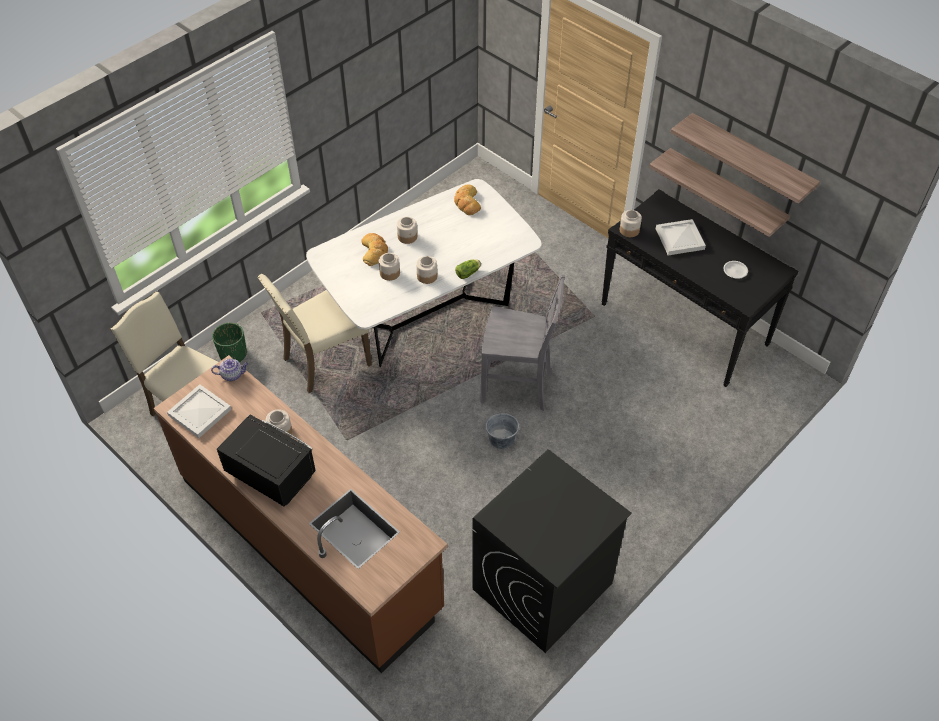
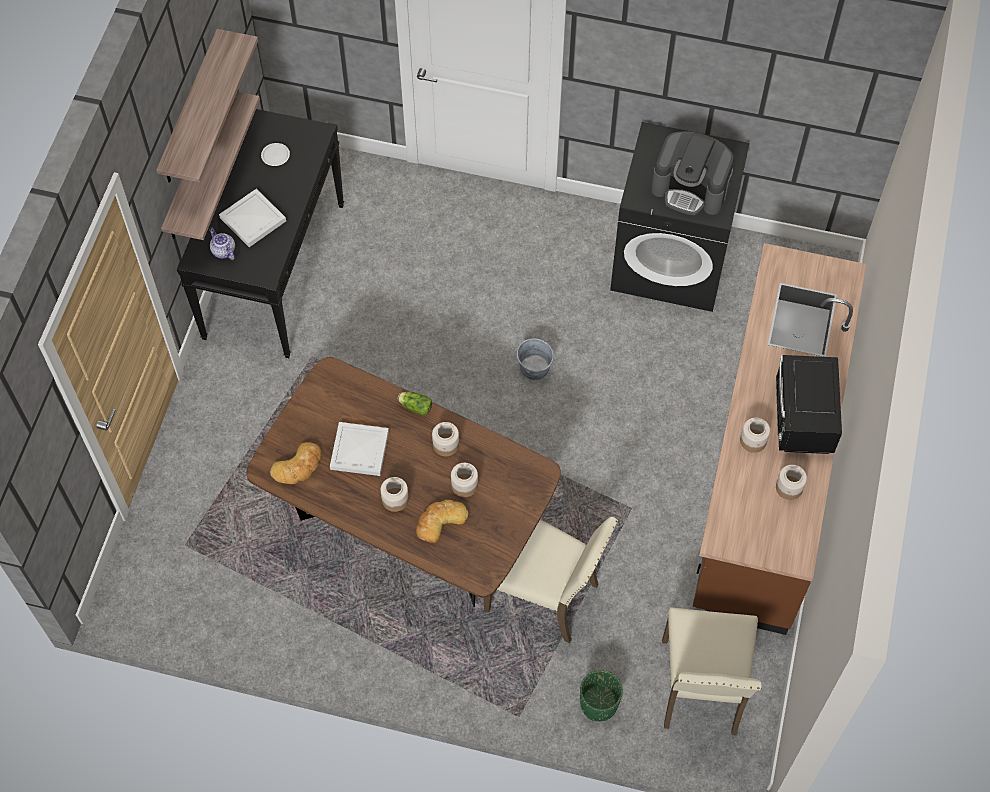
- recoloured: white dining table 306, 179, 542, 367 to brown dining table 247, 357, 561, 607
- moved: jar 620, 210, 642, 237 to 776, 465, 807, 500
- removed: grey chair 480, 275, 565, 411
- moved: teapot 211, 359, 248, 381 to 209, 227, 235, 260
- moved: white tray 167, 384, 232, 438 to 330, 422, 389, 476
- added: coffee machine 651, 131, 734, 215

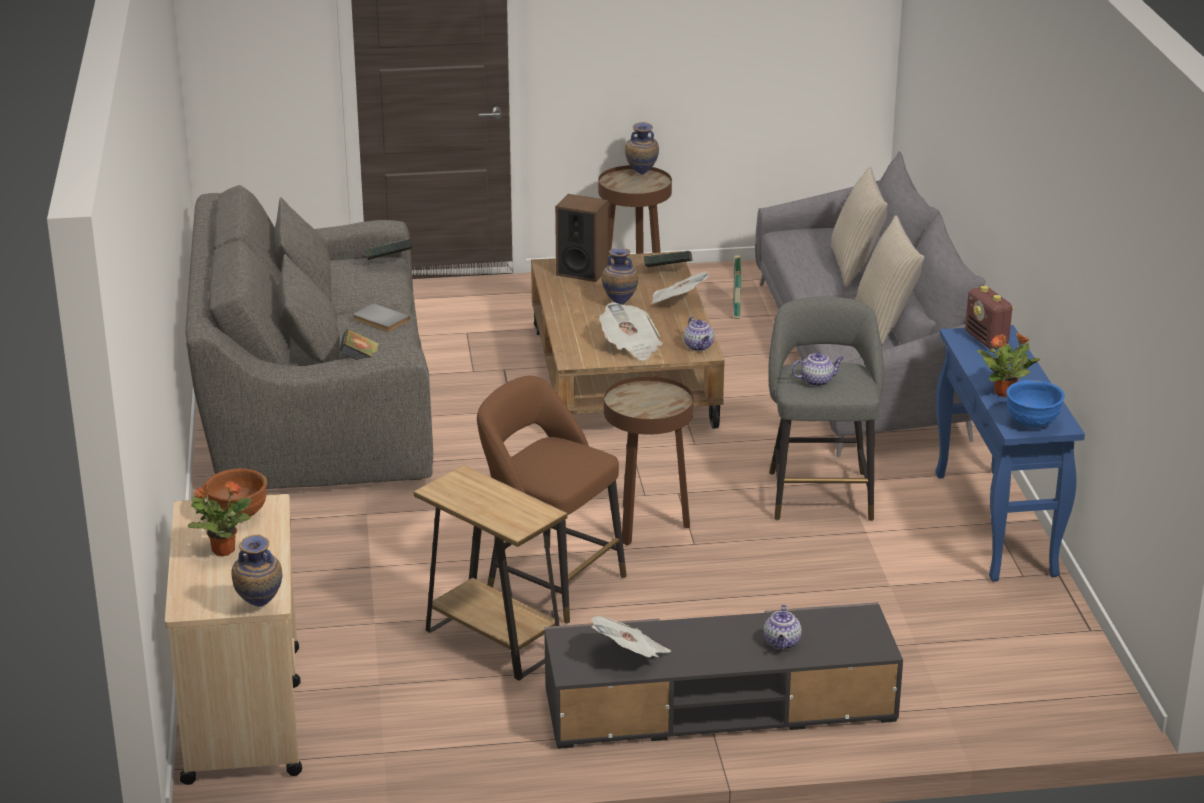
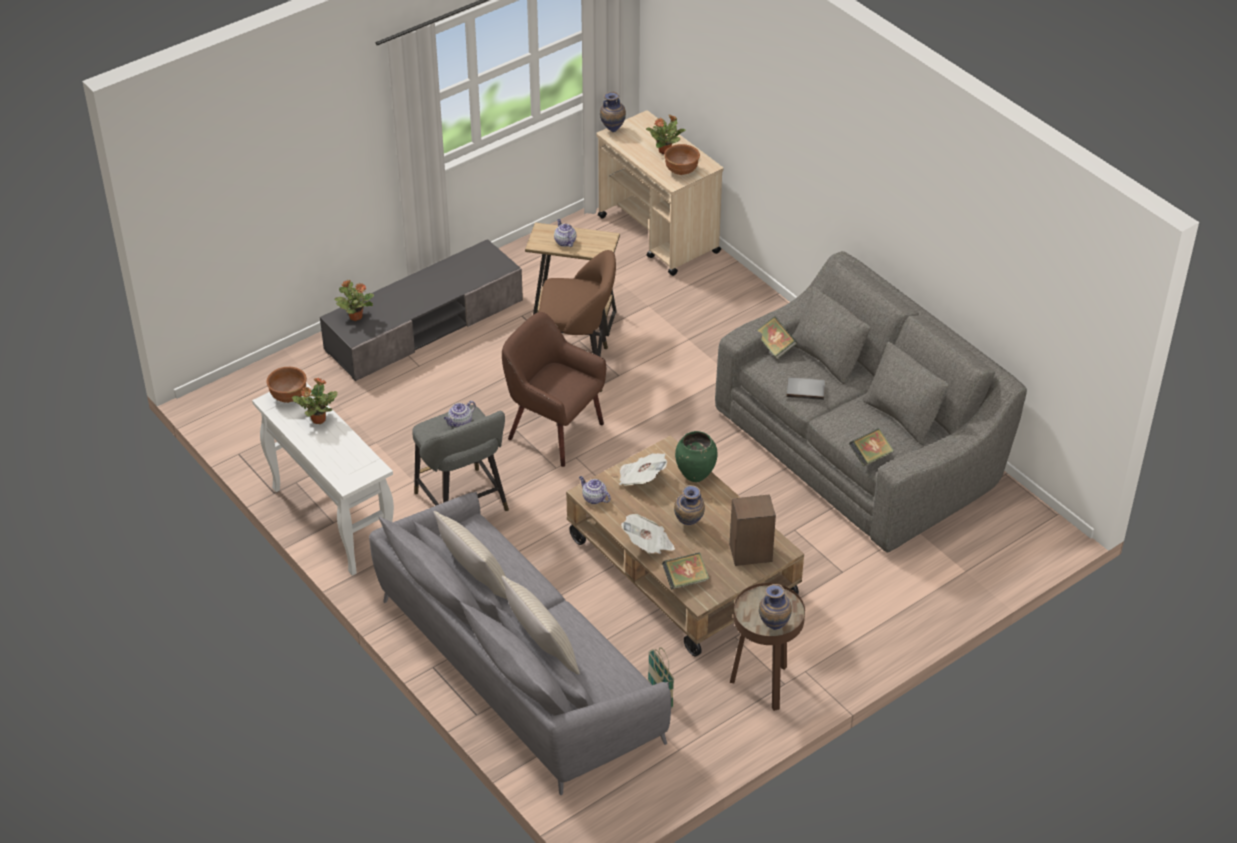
- removed: radio 965, 286, 1015, 349
- recoloured: blue console table 935, 325, 1085, 582 to white console table 252, 383, 394, 576
- replaced: brown side table 604, 376, 694, 545 to brown armchair 502, 312, 606, 467
- recoloured: blue bowl 1006, 380, 1065, 428 to brown bowl 266, 367, 307, 403
- moved: teapot 764, 604, 802, 650 to 554, 219, 576, 247
- removed: newspaper 591, 616, 671, 658
- added: potted plant 334, 280, 374, 321
- added: green vase 675, 431, 718, 482

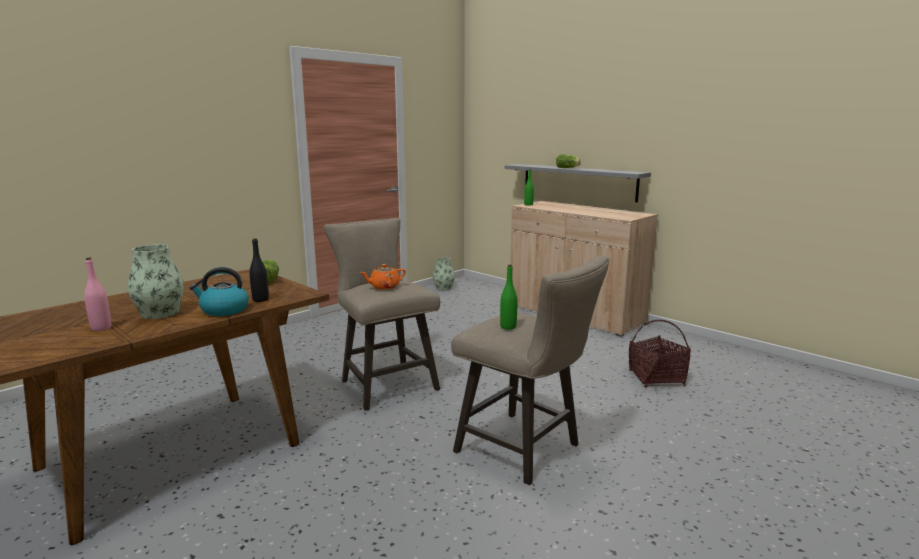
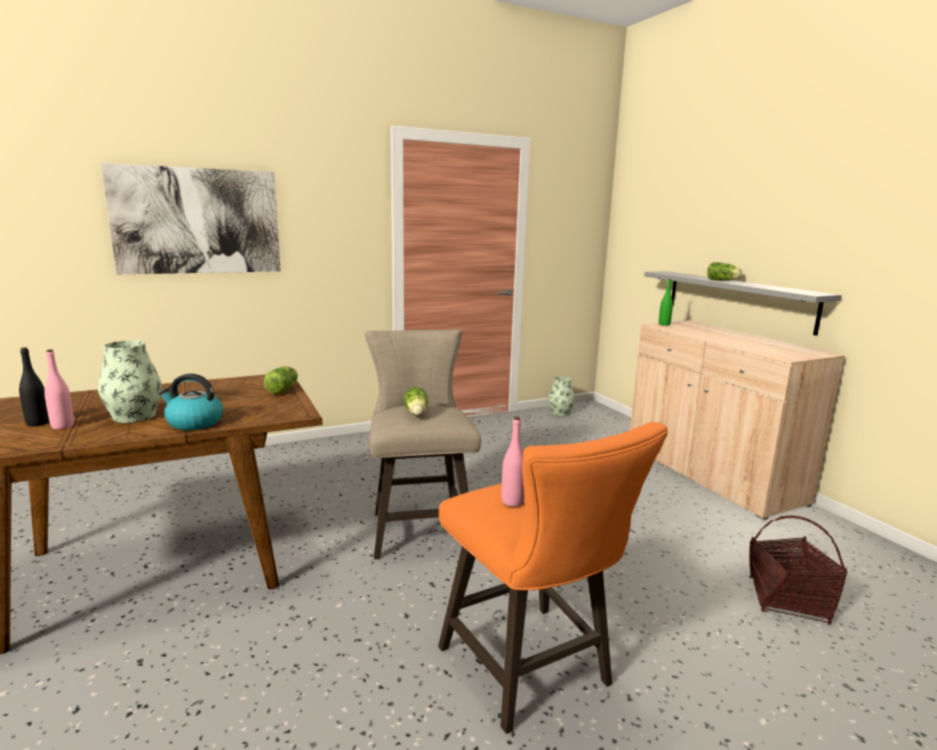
- moved: black bottle 250, 238, 269, 302 to 19, 347, 49, 426
- recoloured: beige stool 451, 255, 609, 485 to orange stool 438, 422, 668, 734
- replaced: orange teapot 360, 264, 406, 290 to lettuce 404, 387, 428, 416
- recoloured: green bottle 500, 264, 517, 330 to pink bottle 502, 416, 525, 507
- added: picture 101, 163, 281, 274

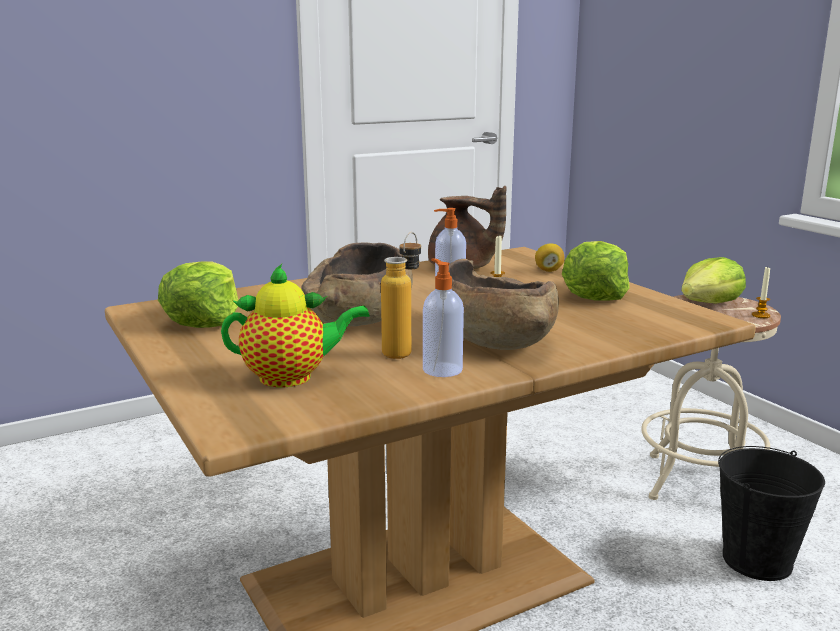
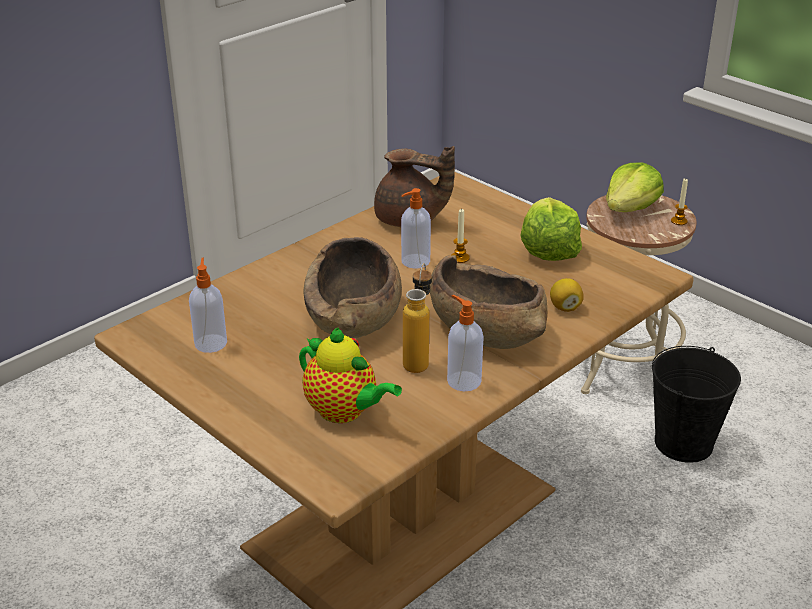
- moved: lemon 535, 243, 565, 272 to 550, 278, 584, 312
- replaced: lettuce 158, 261, 238, 328 to soap dispenser 189, 258, 227, 353
- turned: teapot 221, 264, 370, 387 = 299, 327, 402, 423 60 degrees clockwise

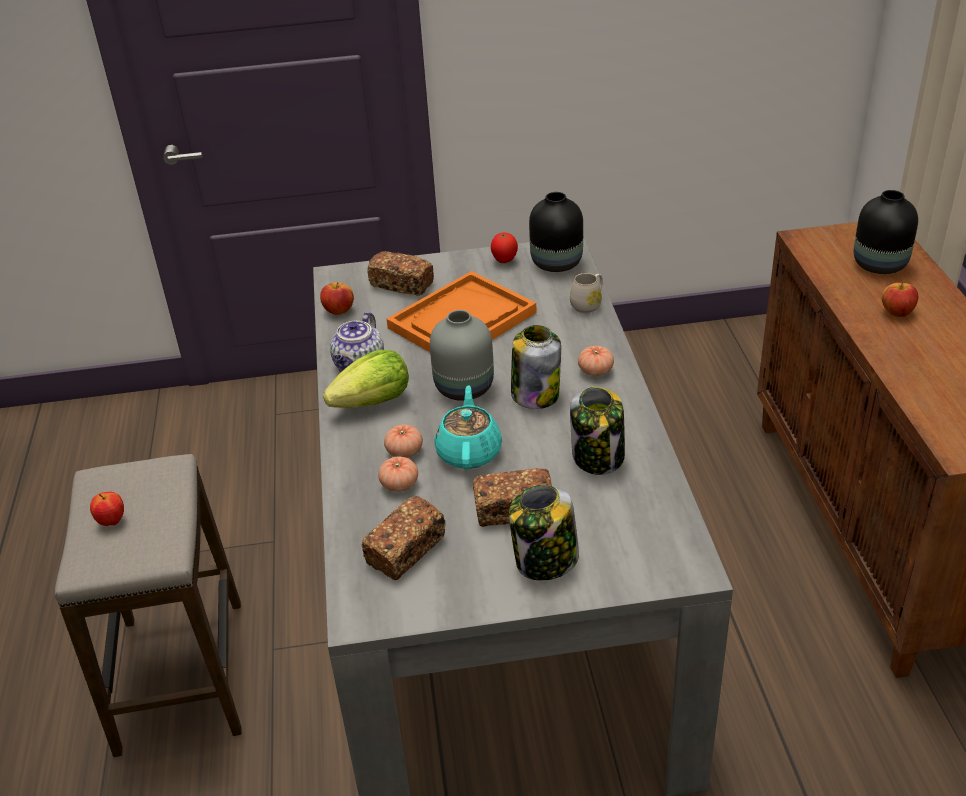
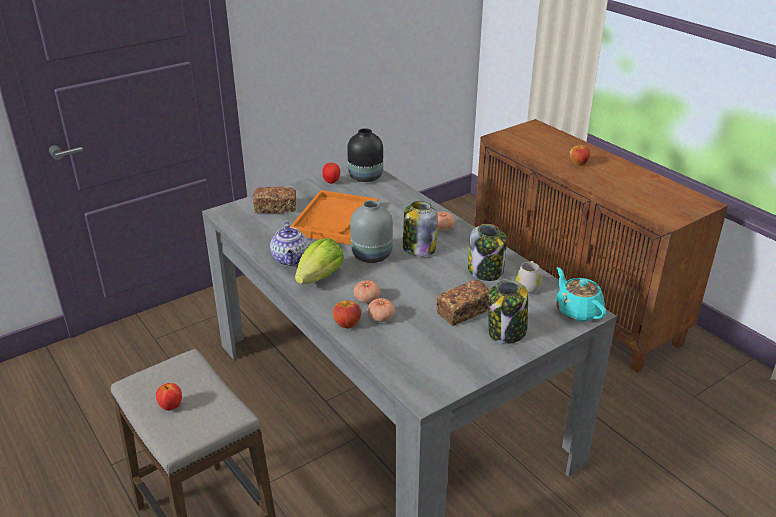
- removed: black vase 854, 190, 918, 274
- moved: white mug 570, 273, 603, 313 to 516, 261, 541, 294
- moved: apple 320, 282, 354, 315 to 333, 300, 361, 328
- moved: turquoise teapot 434, 385, 502, 470 to 556, 267, 606, 322
- removed: bread 362, 496, 446, 580

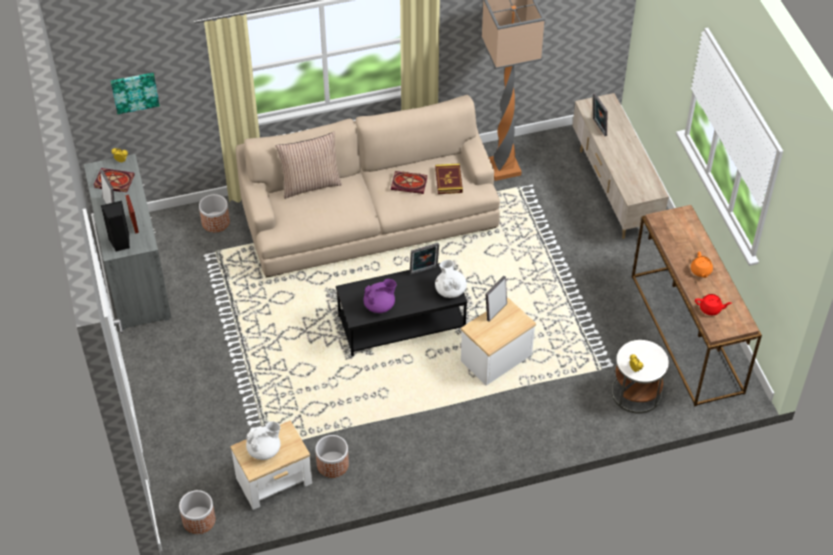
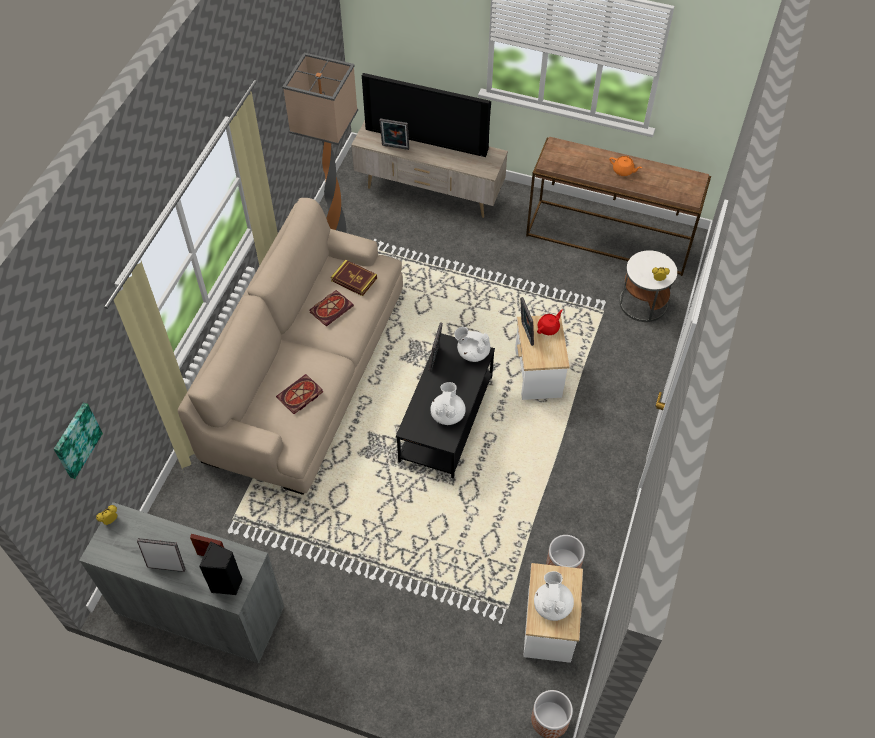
- removed: pillow 276, 132, 342, 199
- moved: book 94, 168, 135, 192 to 276, 374, 323, 414
- removed: planter 199, 194, 230, 232
- recoloured: purple teapot 363, 279, 397, 313 to white teapot 430, 382, 466, 425
- moved: red teapot 695, 294, 732, 315 to 537, 310, 563, 335
- added: television 362, 73, 491, 157

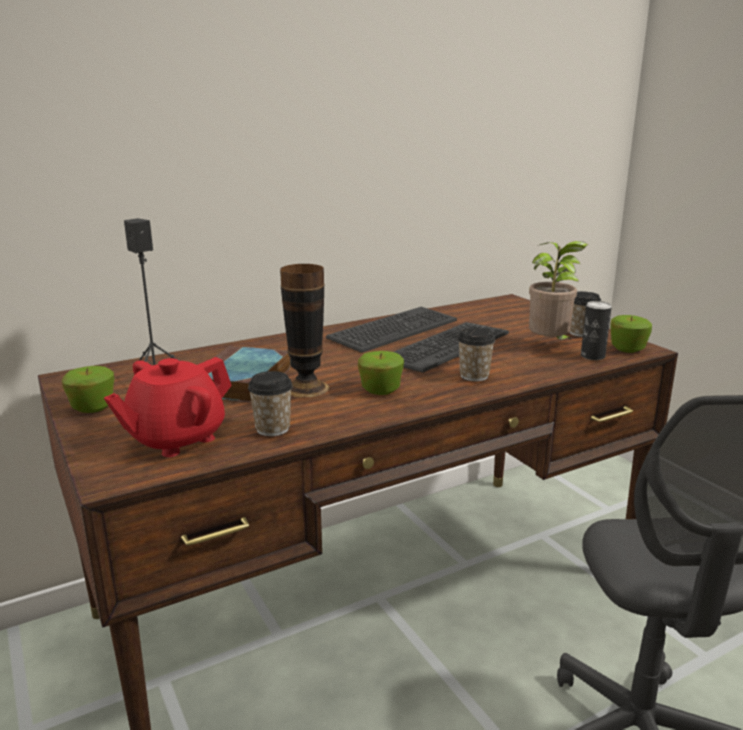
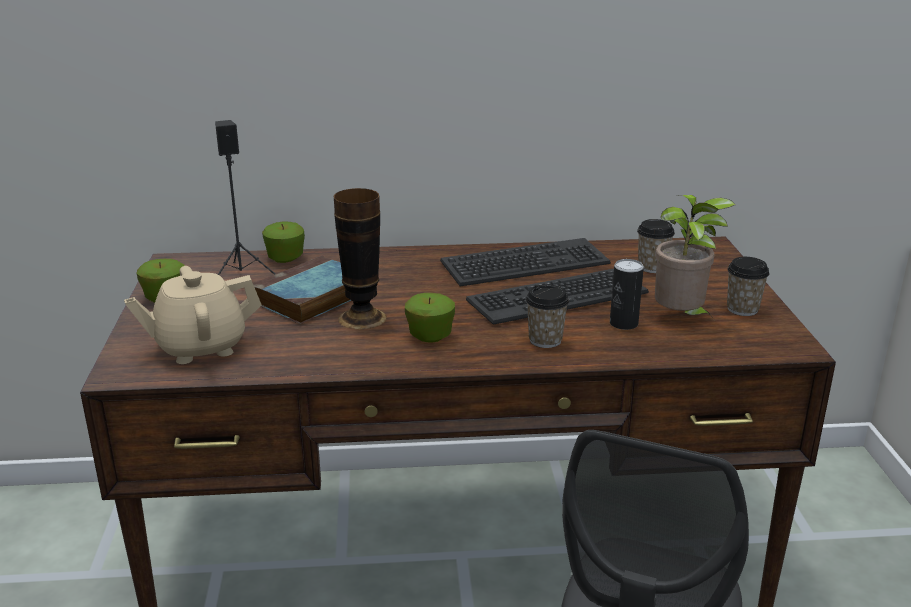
- moved: can 581, 301, 612, 360 to 610, 259, 644, 330
- moved: apple 610, 315, 652, 353 to 262, 221, 305, 263
- recoloured: red teapot 104, 357, 232, 457 to beige teapot 124, 266, 262, 364
- moved: cup 248, 371, 293, 436 to 637, 219, 675, 273

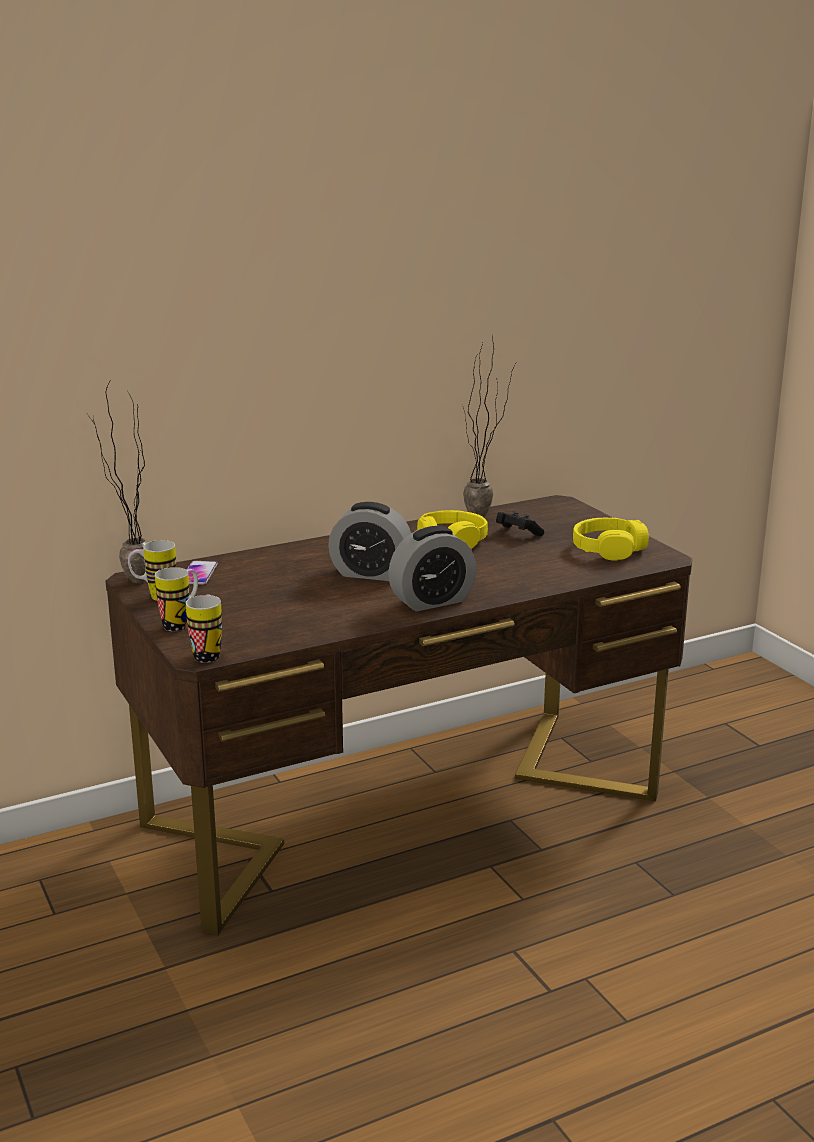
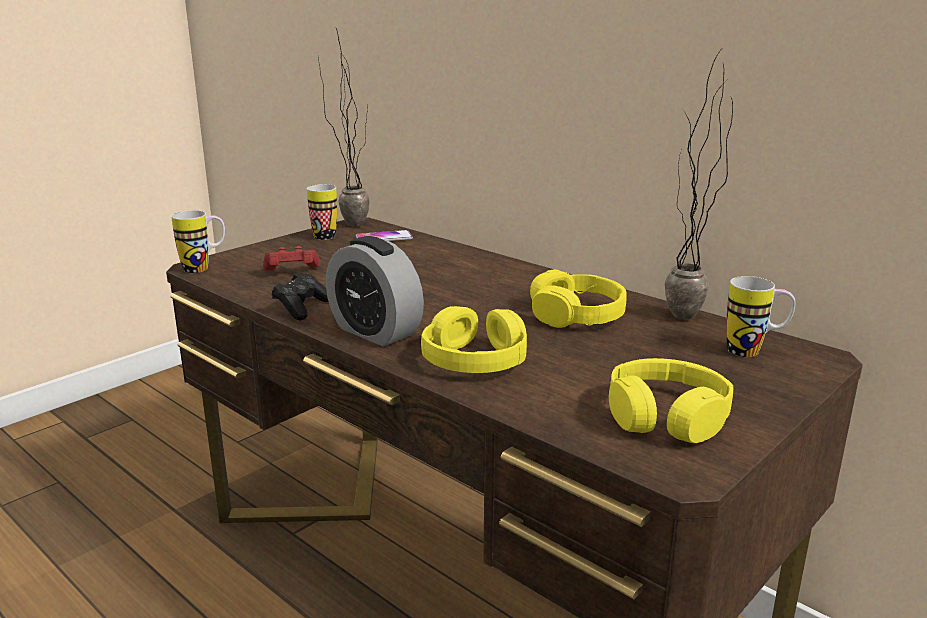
- removed: alarm clock 328, 502, 411, 581
- moved: black game controller 496, 511, 545, 536 to 272, 272, 329, 320
- moved: mug 155, 567, 198, 631 to 726, 276, 796, 357
- added: red game controller 263, 246, 320, 271
- added: yellow headphones 421, 306, 527, 373

